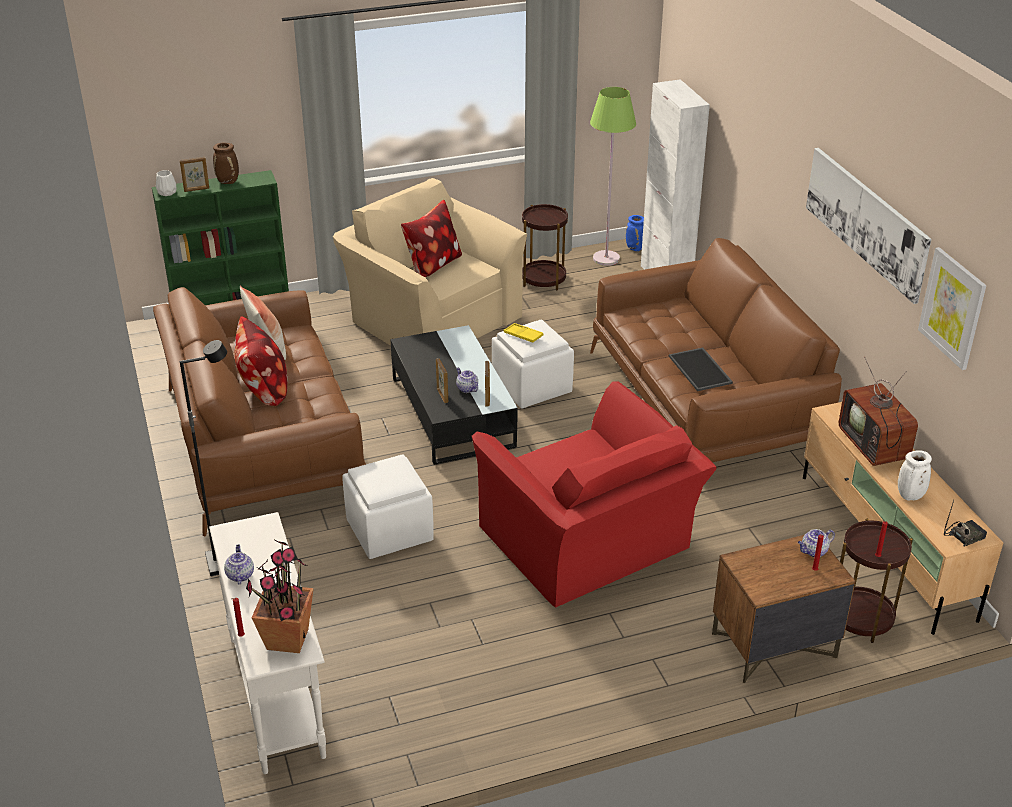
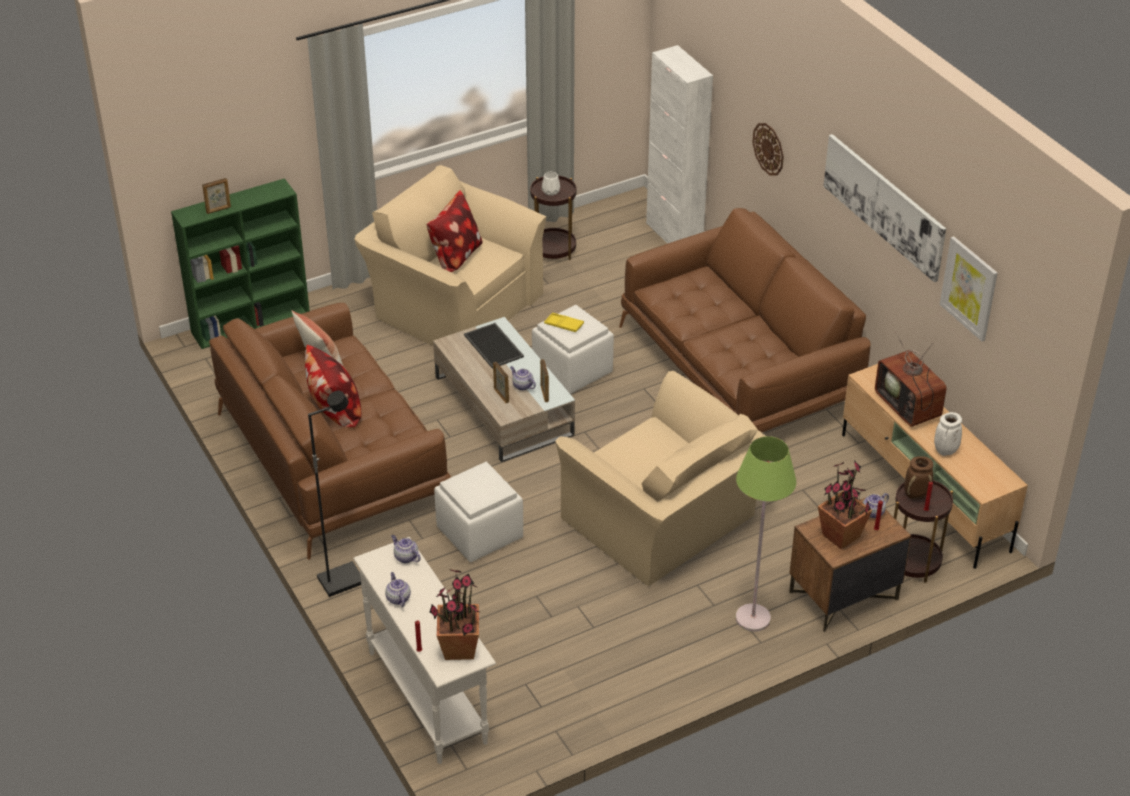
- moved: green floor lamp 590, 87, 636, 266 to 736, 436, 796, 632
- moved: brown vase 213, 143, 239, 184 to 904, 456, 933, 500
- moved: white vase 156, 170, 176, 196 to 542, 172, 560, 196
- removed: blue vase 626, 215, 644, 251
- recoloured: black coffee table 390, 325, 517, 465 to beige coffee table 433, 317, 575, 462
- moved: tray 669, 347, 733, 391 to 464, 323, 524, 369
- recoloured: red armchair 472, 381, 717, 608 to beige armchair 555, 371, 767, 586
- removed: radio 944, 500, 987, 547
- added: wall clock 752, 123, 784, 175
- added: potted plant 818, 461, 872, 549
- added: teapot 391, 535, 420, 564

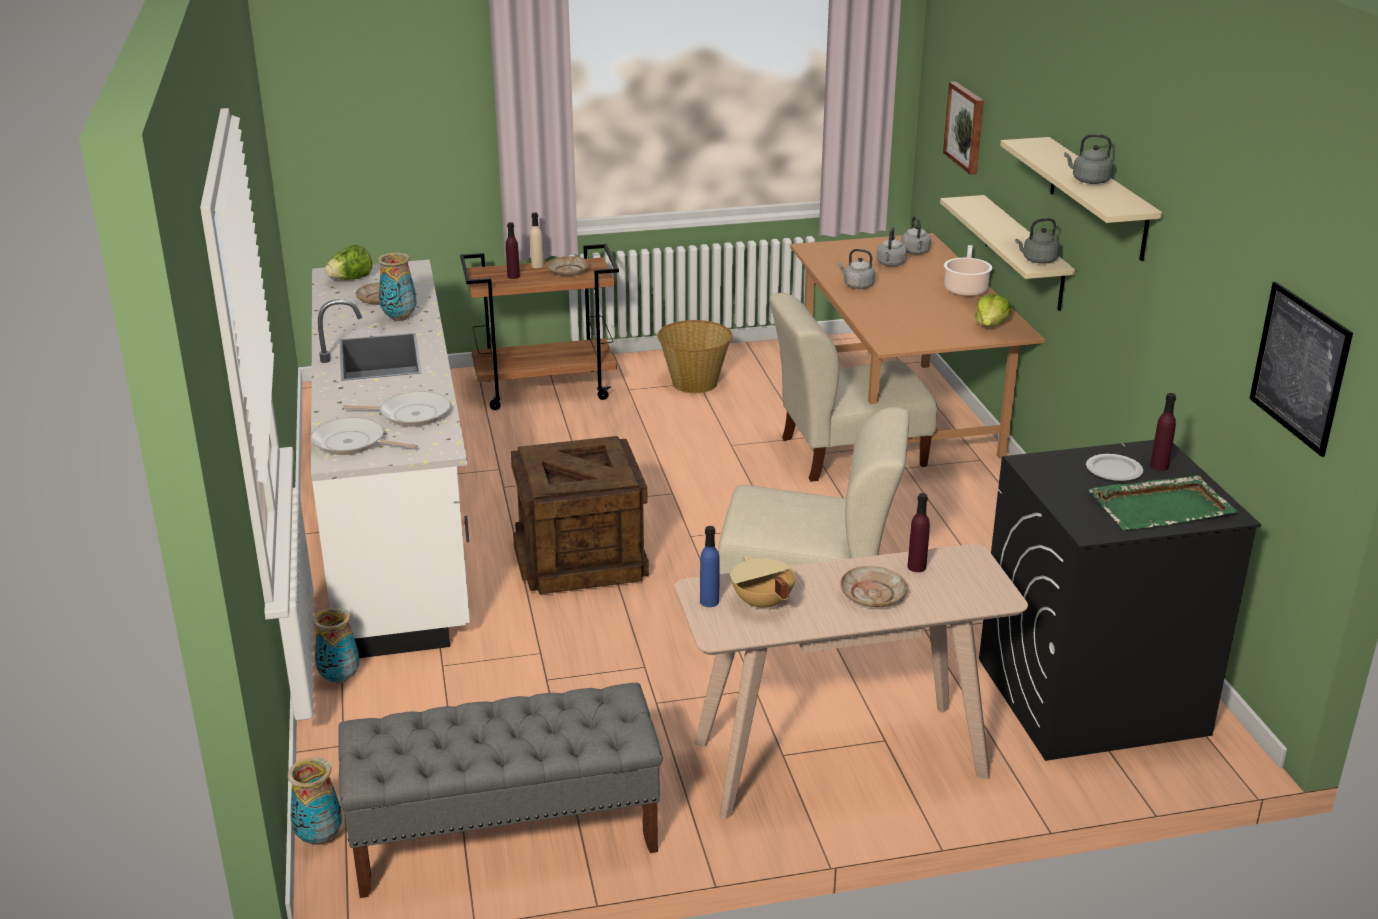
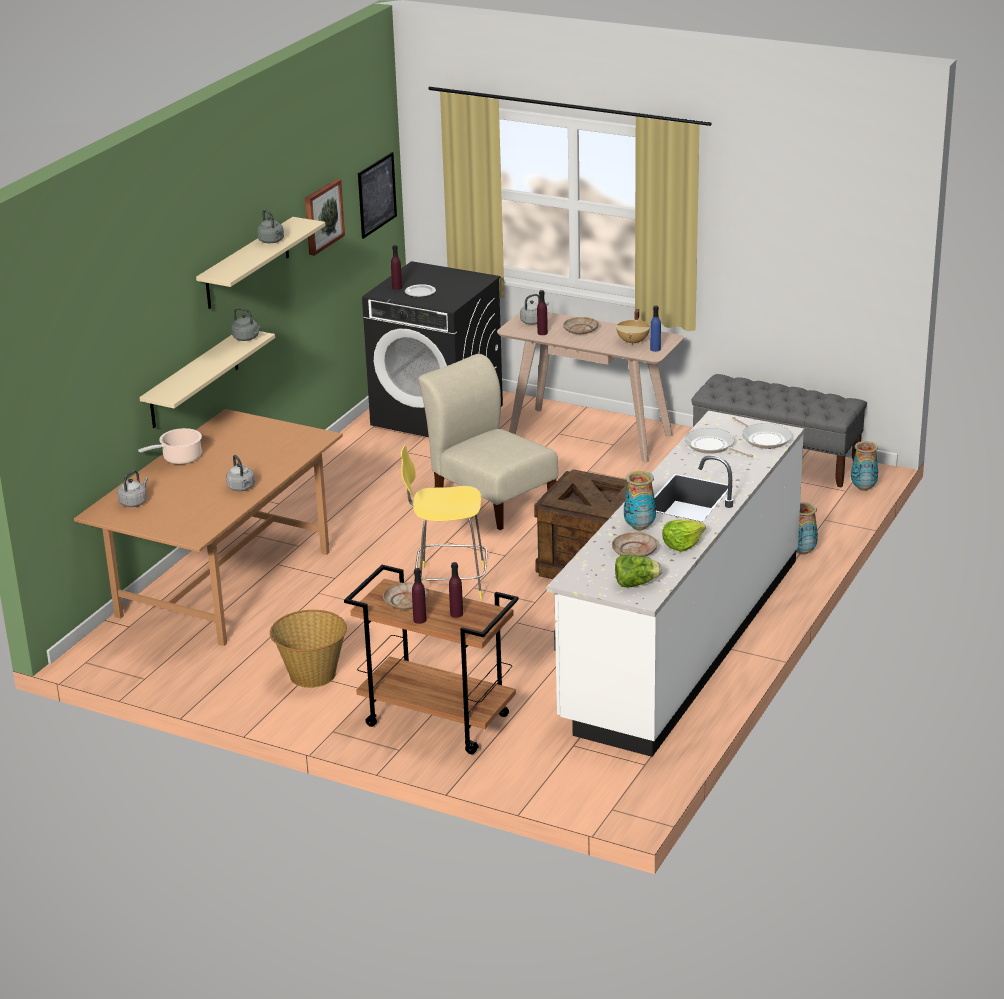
- moved: picture 943, 81, 984, 175 to 305, 179, 345, 256
- recoloured: beige bottle 530, 213, 544, 268 to purple bottle 412, 568, 427, 624
- moved: grey kettle 877, 227, 907, 266 to 520, 294, 549, 325
- removed: beige chair 769, 293, 937, 482
- moved: lettuce 974, 294, 1011, 327 to 662, 519, 706, 552
- removed: green tray 1088, 475, 1237, 530
- added: yellow stool 401, 445, 487, 599

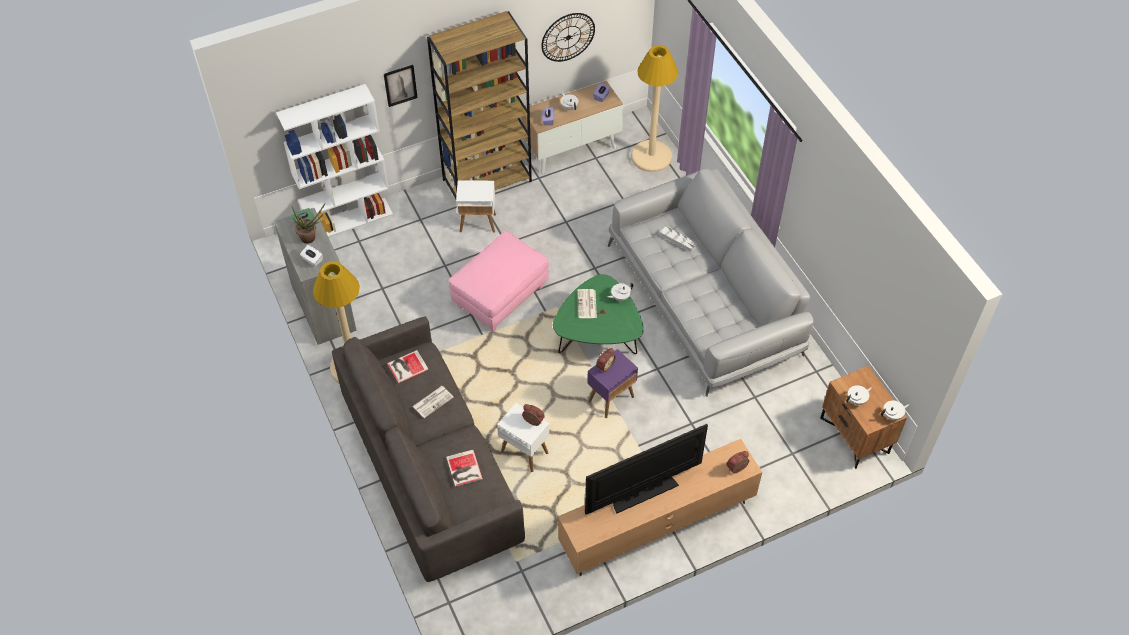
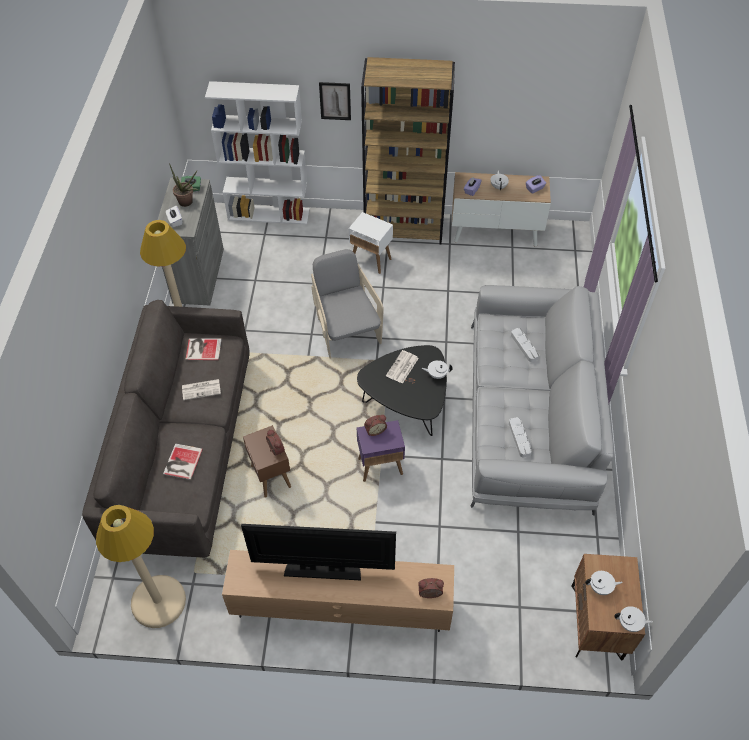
- removed: wall clock 541, 13, 595, 62
- moved: beige floor lamp 631, 45, 678, 172 to 96, 505, 186, 628
- replaced: pink ottoman 449, 231, 549, 332 to grey armchair 311, 249, 384, 358
- recoloured: green coffee table 553, 274, 644, 354 to black coffee table 357, 345, 447, 436
- recoloured: white side table 497, 403, 549, 472 to brown side table 243, 425, 291, 498
- added: grey tray 509, 417, 532, 457

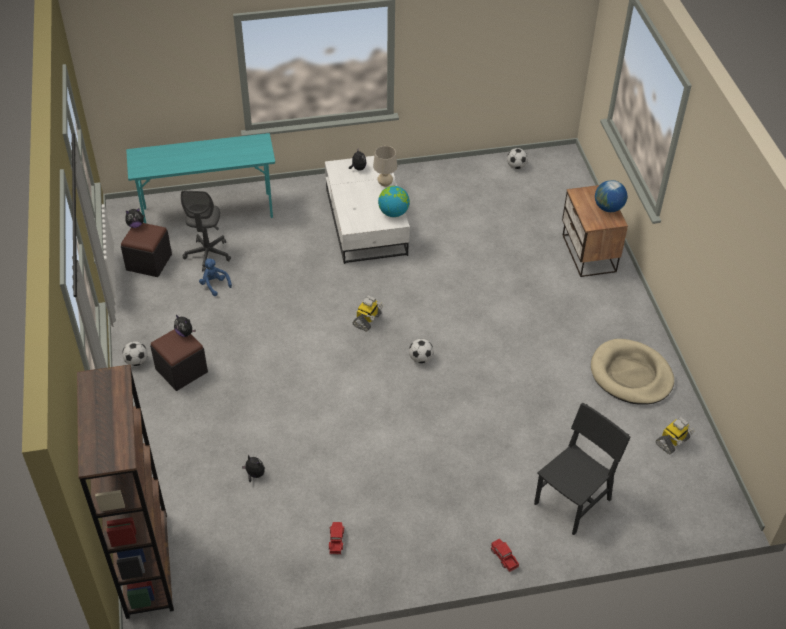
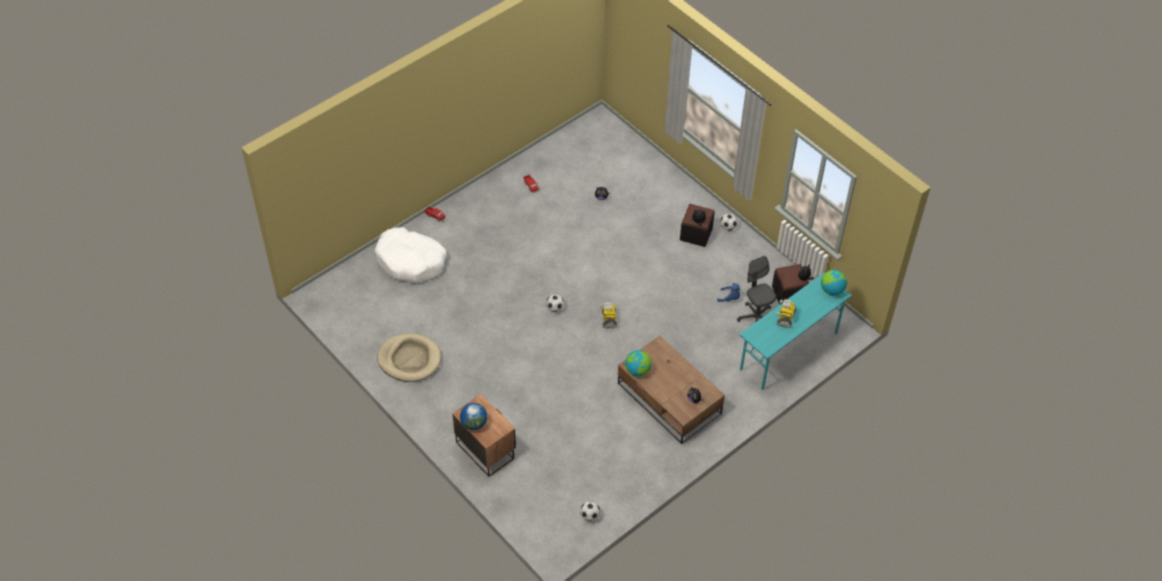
- removed: beige table lamp 373, 146, 397, 187
- recoloured: white coffee table 325, 156, 410, 264 to brown coffee table 618, 336, 725, 444
- removed: brown bookcase 77, 365, 174, 619
- replaced: black chair 534, 403, 631, 535 to white dog bed 374, 227, 447, 283
- moved: toy robot 656, 417, 695, 454 to 776, 299, 796, 328
- added: globe 821, 270, 847, 296

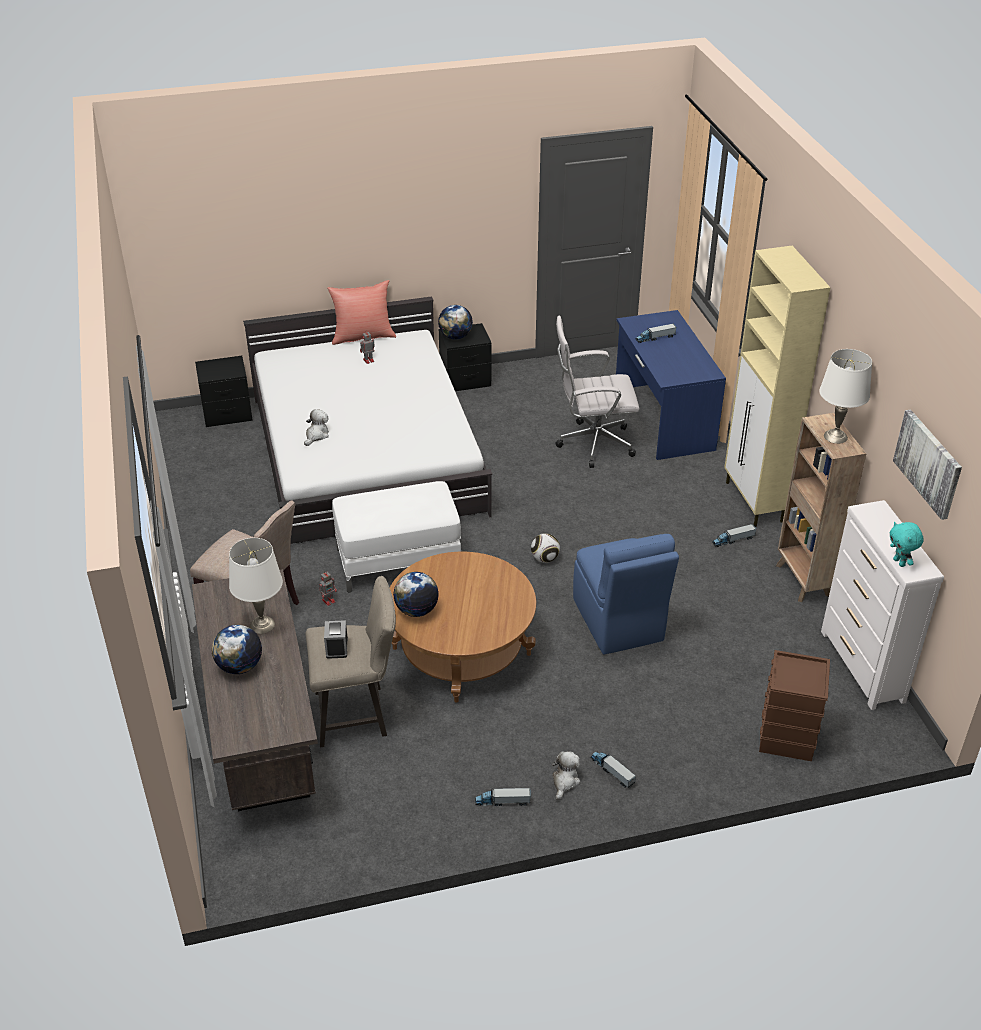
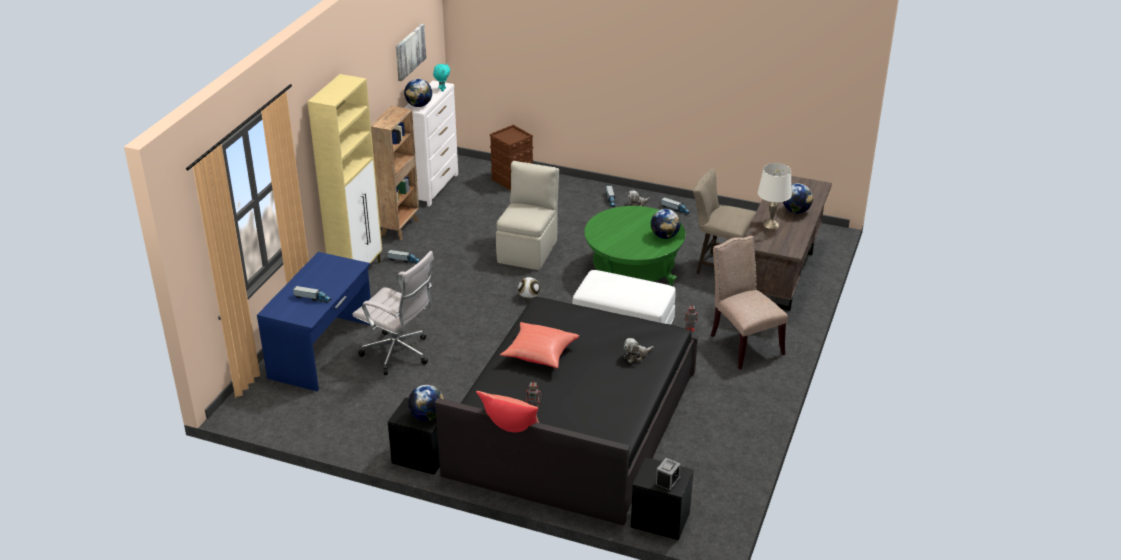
- recoloured: white bed 243, 296, 492, 544 to black bed 435, 297, 699, 526
- removed: white table lamp 819, 349, 872, 444
- recoloured: blue chair 573, 534, 679, 654 to beige chair 496, 161, 559, 270
- recoloured: brown coffee table 390, 552, 536, 703 to green coffee table 584, 206, 686, 286
- moved: alarm clock 324, 620, 348, 659 to 656, 458, 681, 491
- added: globe 404, 79, 432, 107
- added: red pillow 500, 322, 579, 368

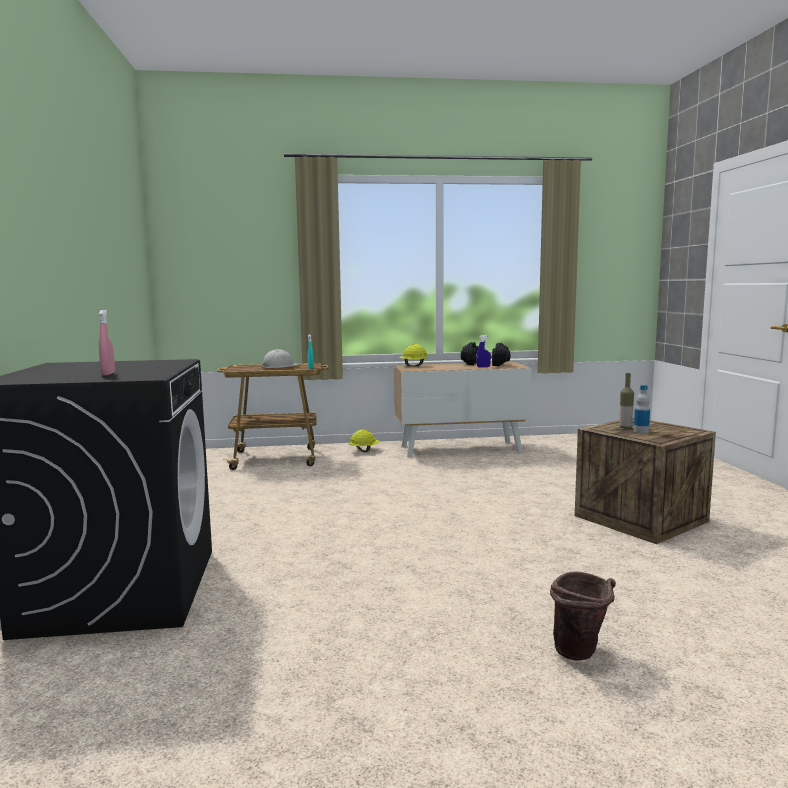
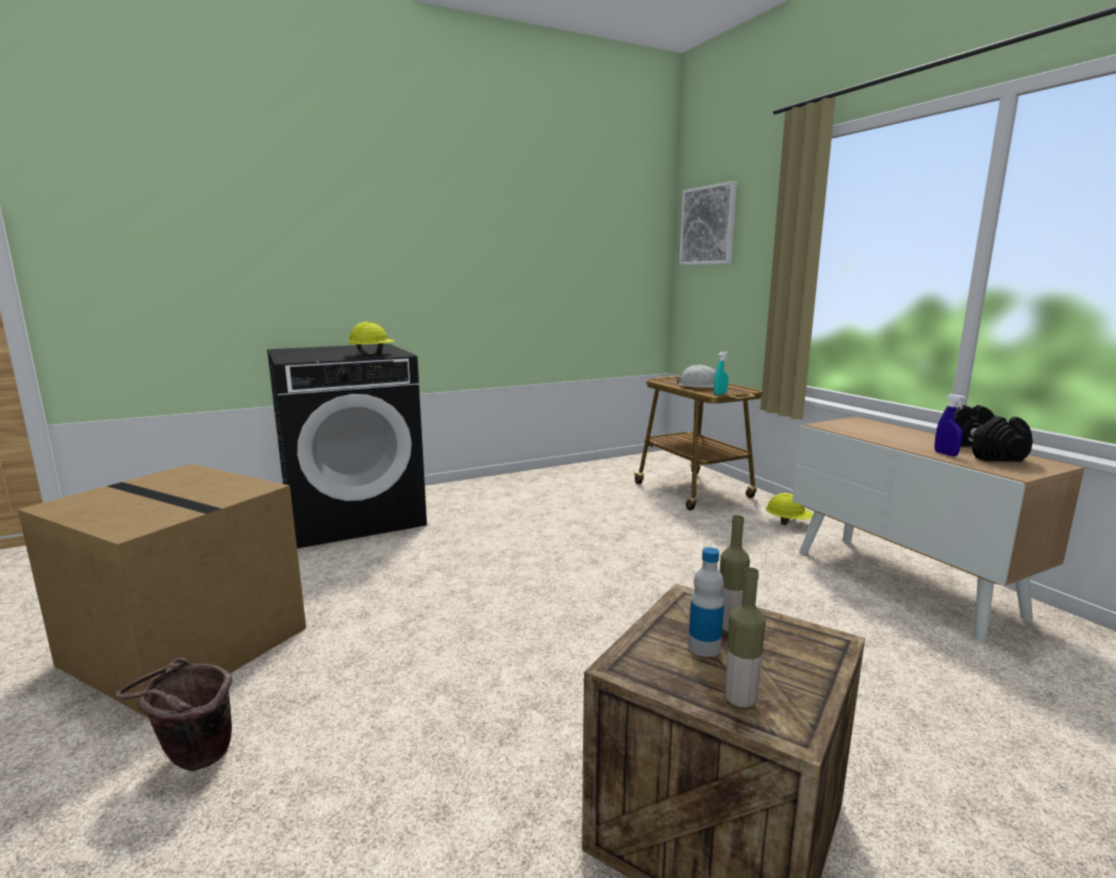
- removed: pink spray bottle 99, 310, 115, 376
- moved: yellow hard hat 399, 344, 428, 367 to 348, 322, 395, 355
- added: picture 679, 181, 737, 265
- added: cardboard box 18, 464, 306, 718
- added: bottle 725, 567, 766, 710

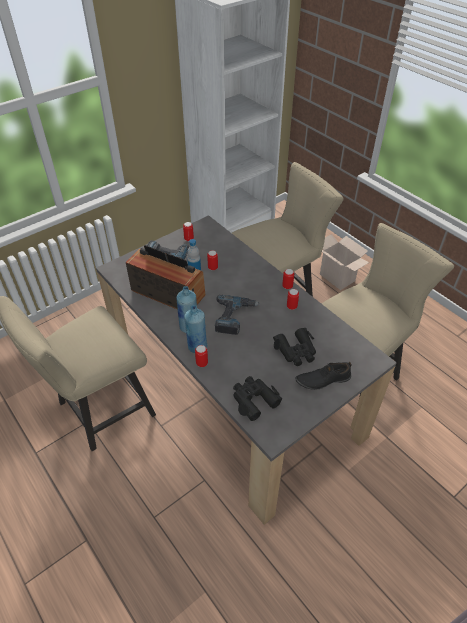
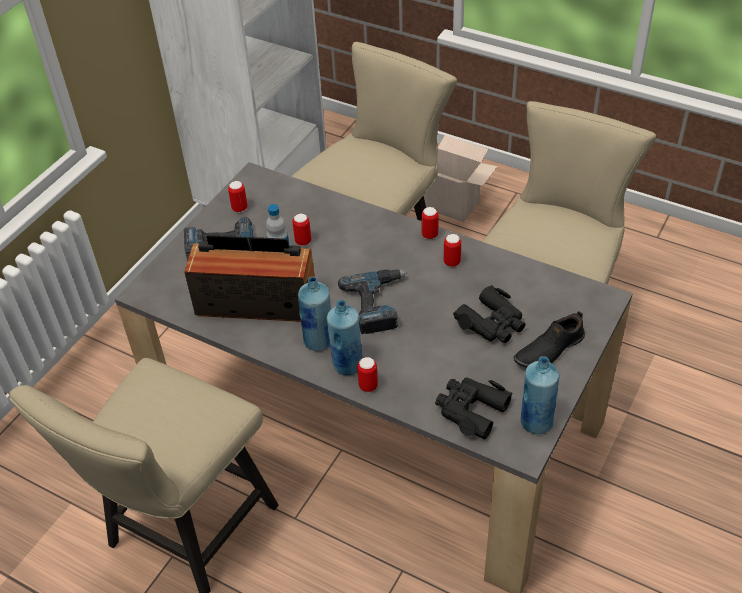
- added: blue bottle 521, 356, 560, 434

